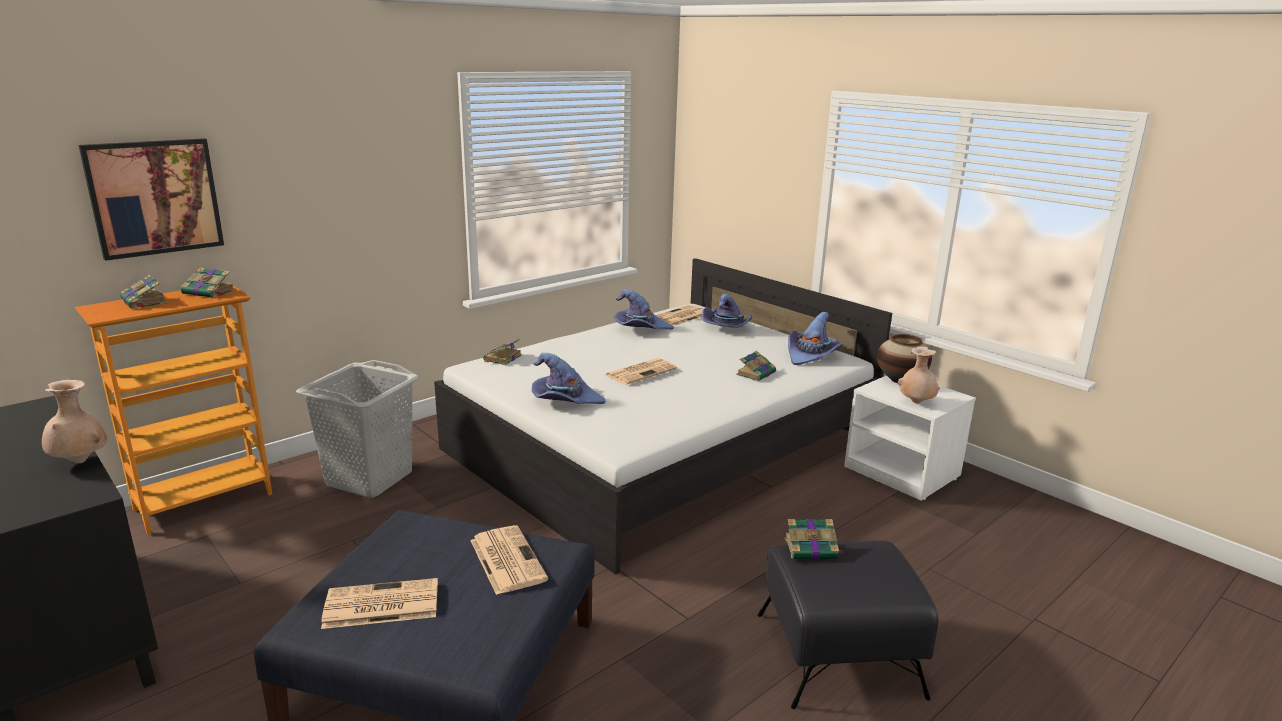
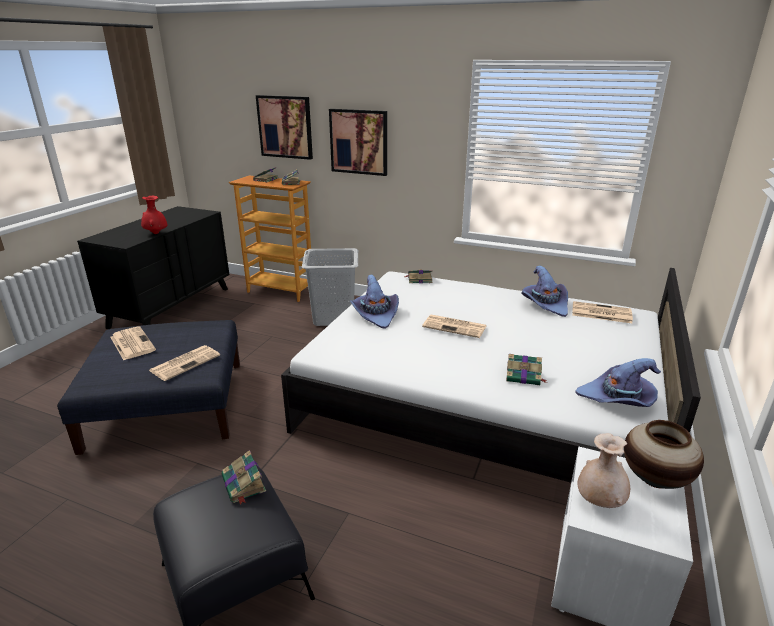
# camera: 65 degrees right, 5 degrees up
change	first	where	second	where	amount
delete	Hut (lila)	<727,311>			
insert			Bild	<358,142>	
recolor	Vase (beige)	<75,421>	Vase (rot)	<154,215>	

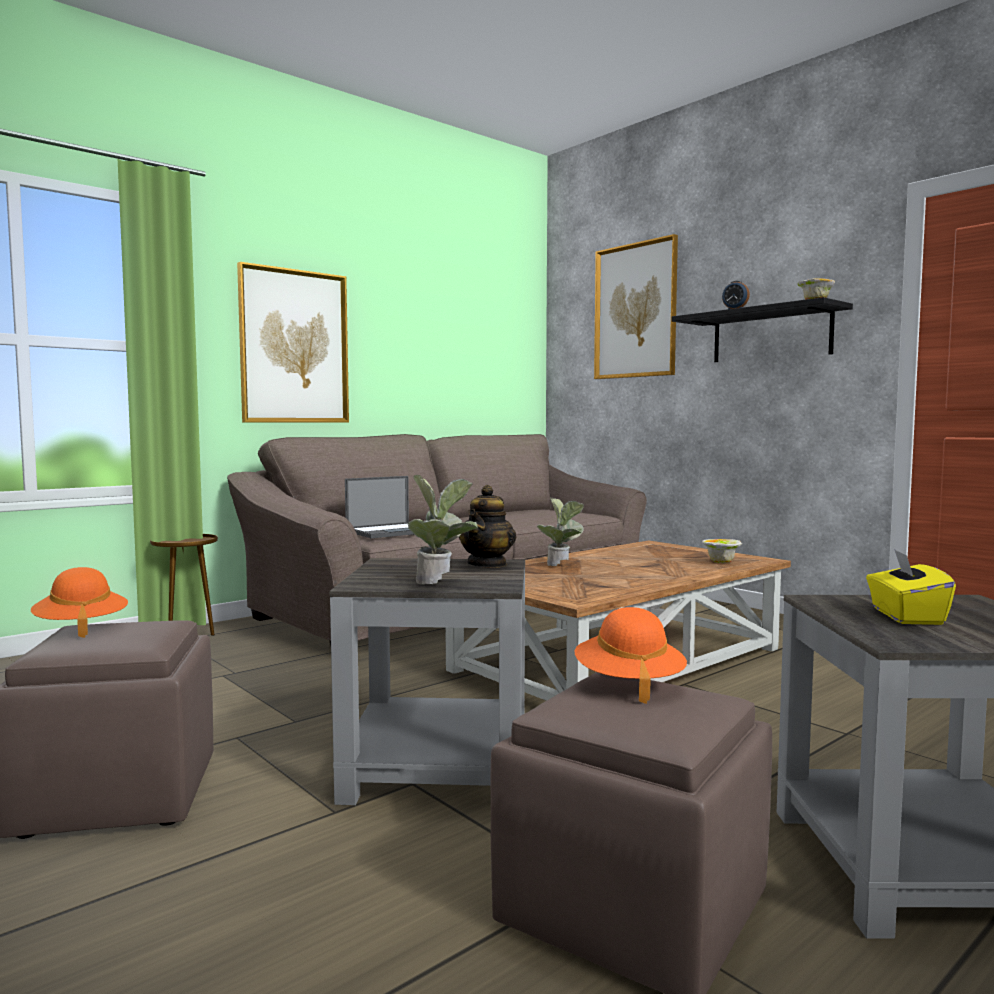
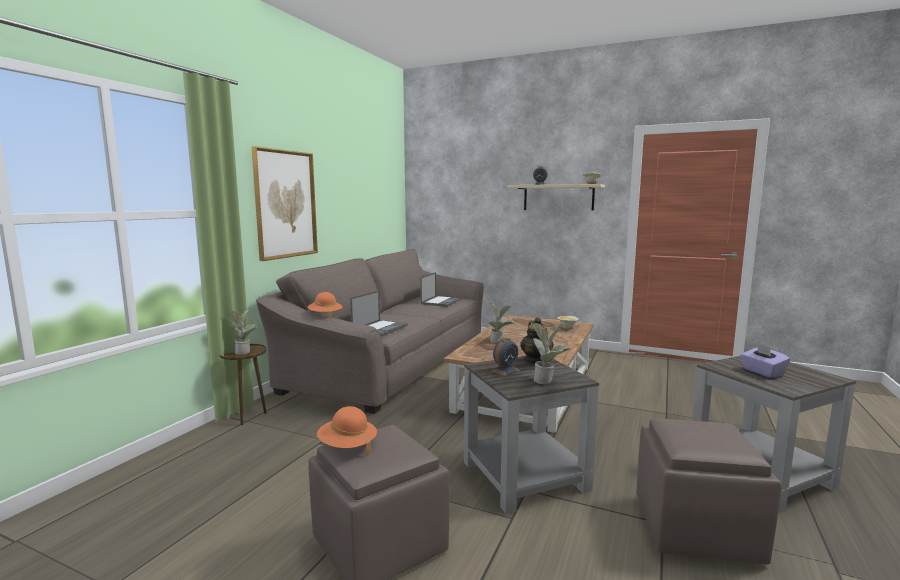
# camera: 25 degrees left, 5 degrees up
change	first	where	second	where	amount
delete	Bild	<636,306>			
insert			Topfpflanze	<242,332>	
insert			Laptop	<440,289>	
insert			Wecker	<505,357>	
move	Hut (orange)	<631,655>		<325,305>	
recolor	Wandregal (schwarz)	<762,329>	Wandregal (beige)	<556,197>	
recolor	Taschentuchbox (gelb)	<911,587>	Taschentuchbox (lila)	<765,360>	

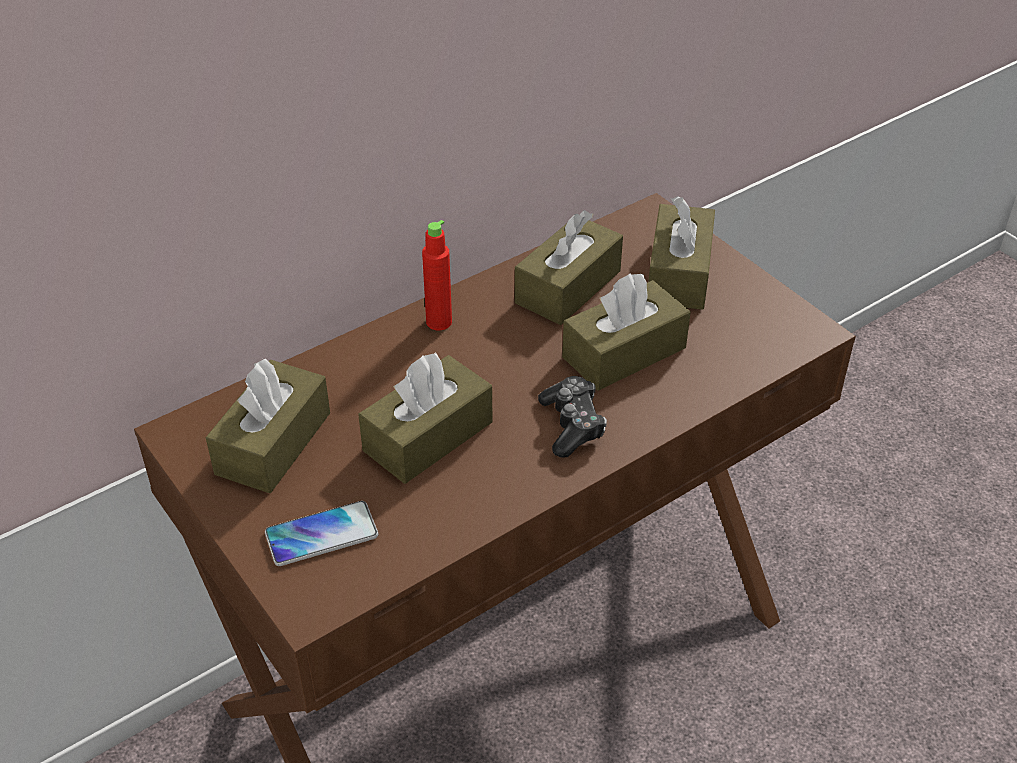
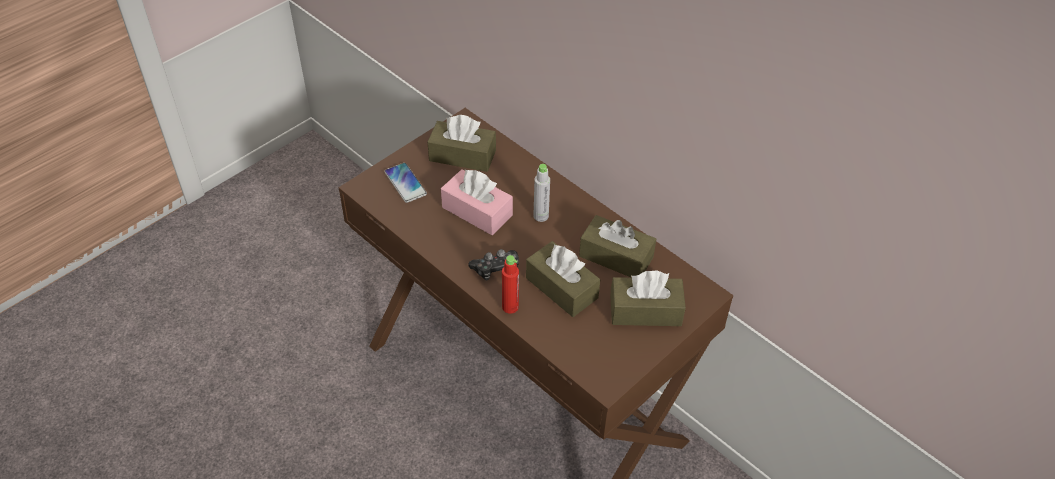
# camera: 80 degrees right, 5 degrees up
change	first	where	second	where	amount
insert			Flasche (grau)	<542,193>	
move	Flasche (rot)	<437,275>		<510,284>	
recolor	Taschentuchbox (braun)	<426,418>	Taschentuchbox (rosa)	<477,202>	

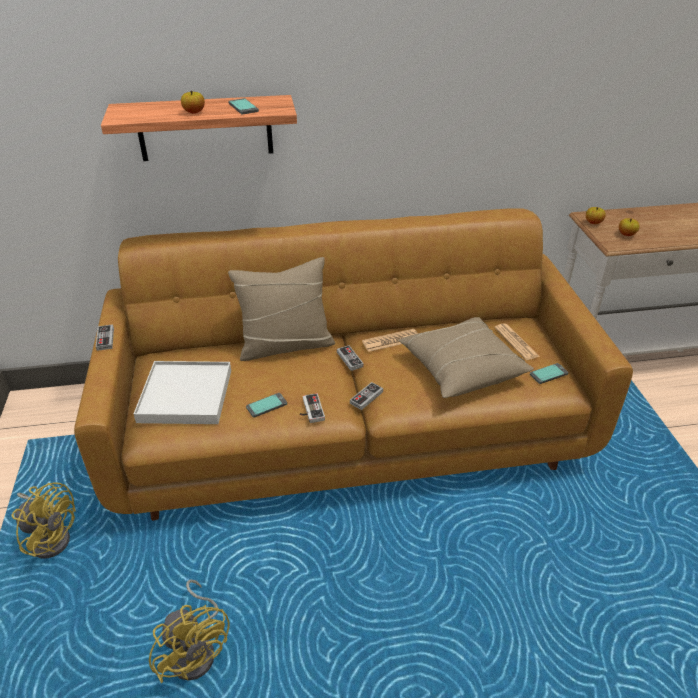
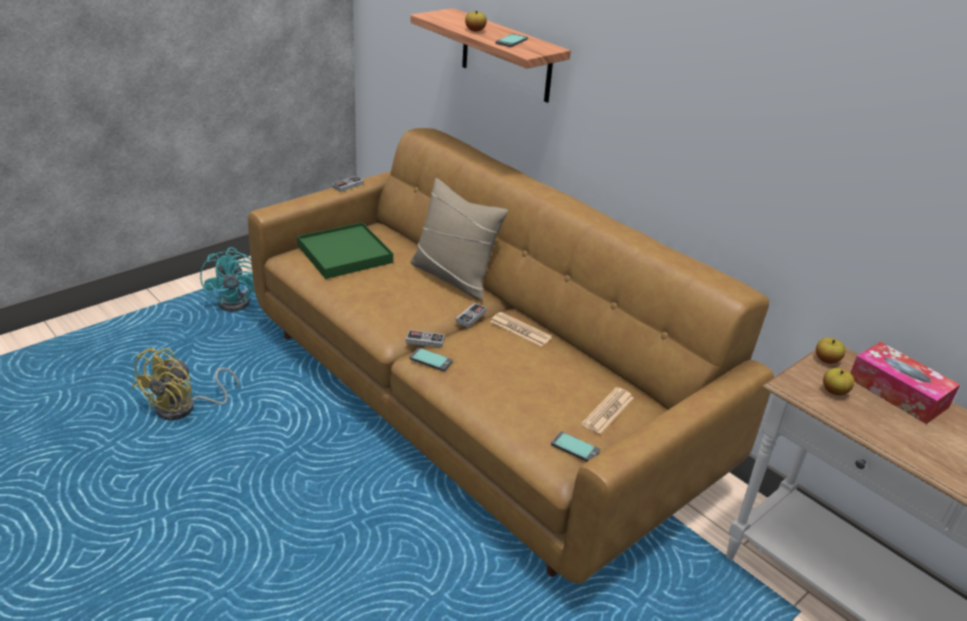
# camera: 55 degrees right, 5 degrees down
change	first	where	second	where	amount
delete	Gamepad	<312,408>			
delete	Kissen (beige)	<466,357>			
insert			Taschentuchbox	<905,383>	
move	Handy	<266,405>		<431,359>	
recolor	Ventilator (gelb)	<44,520>	Ventilator (türkis)	<227,279>	
recolor	Tablett (weiß)	<182,392>	Tablett (grün)	<345,250>	

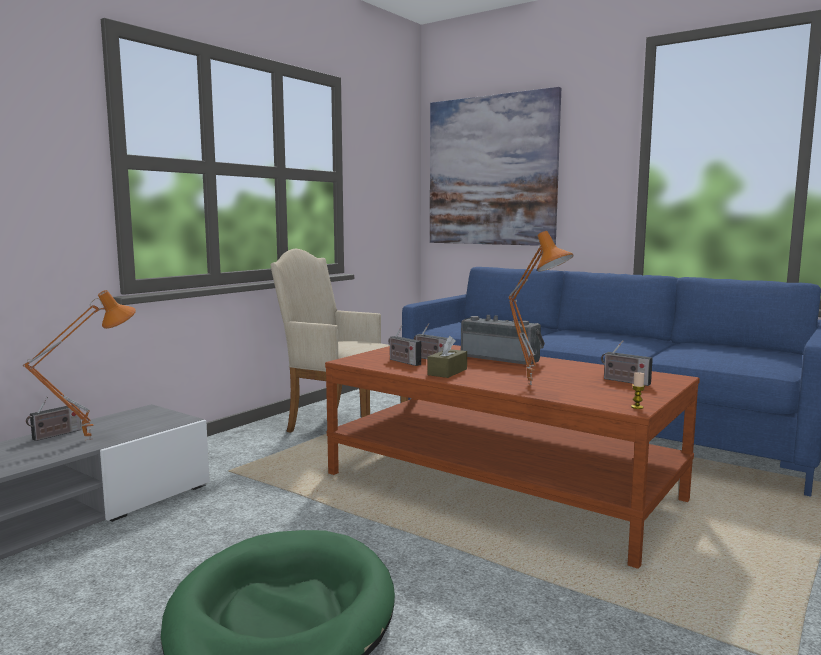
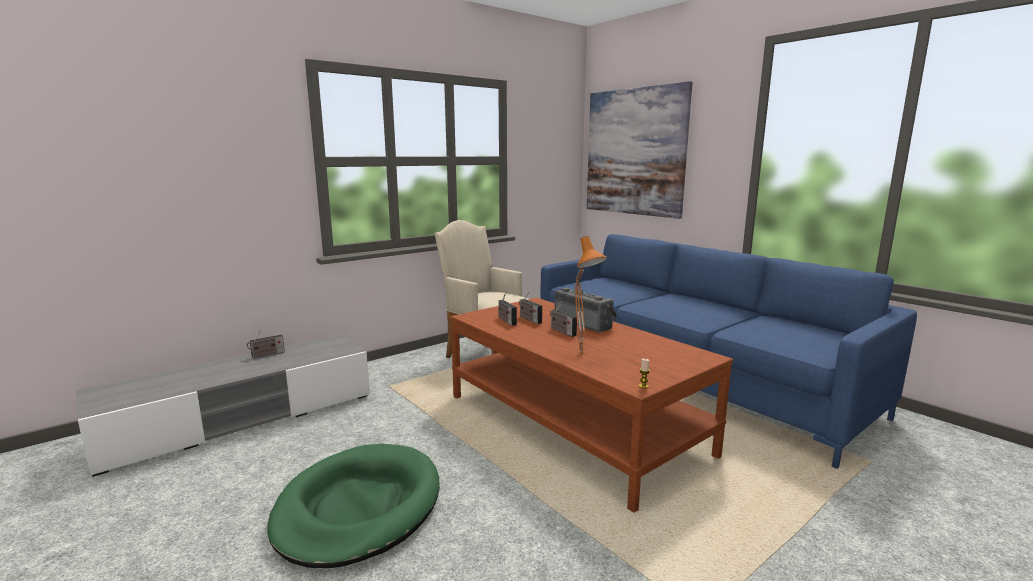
# camera: 15 degrees right, 5 degrees up
change	first	where	second	where	amount
delete	Tischlampe (orange)	<79,365>			
delete	Taschentuchbox (braun)	<447,357>			
move	Radio	<627,363>		<563,319>	

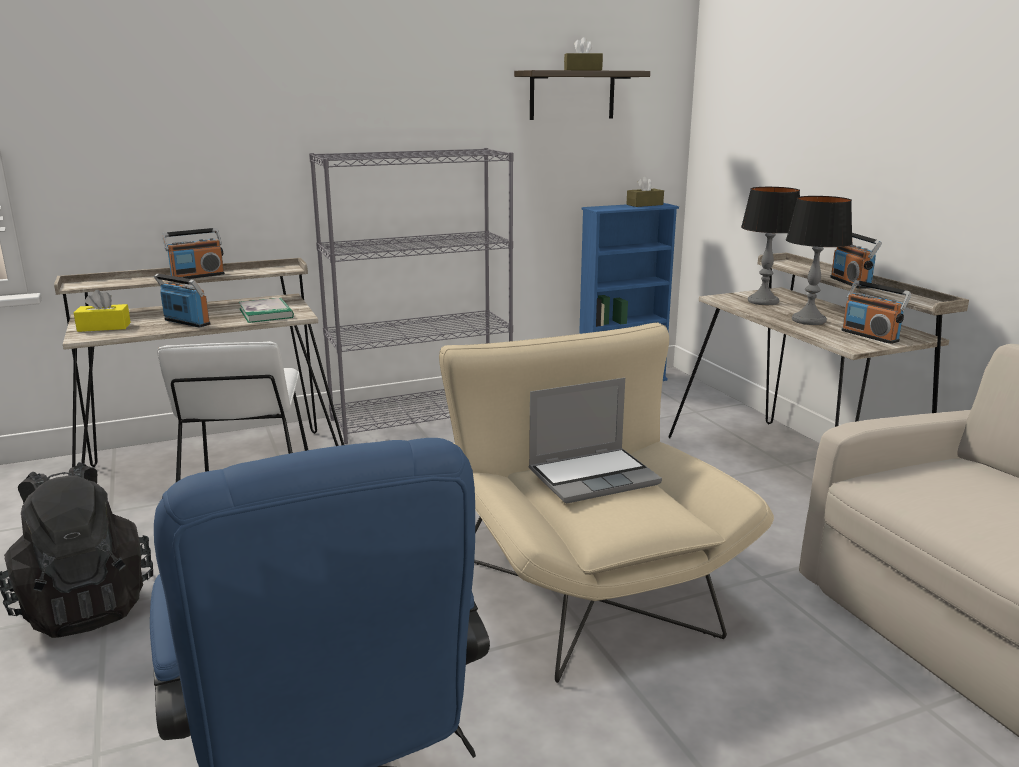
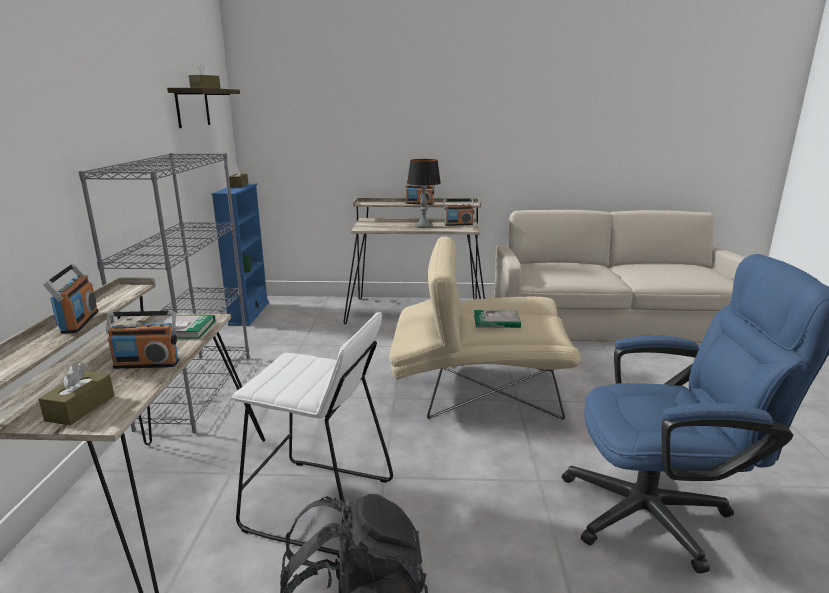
# camera: 65 degrees left, 0 degrees up
change	first	where	second	where	amount
delete	Tischlampe	<770,246>			
replace	Laptop	<595,441>	Buch	<497,319>	
recolor	Taschentuchbox (gelb)	<102,311>	Taschentuchbox (braun)	<76,394>	
rotate	Radio	<182,301>		<142,340>	150 degrees counterclockwise

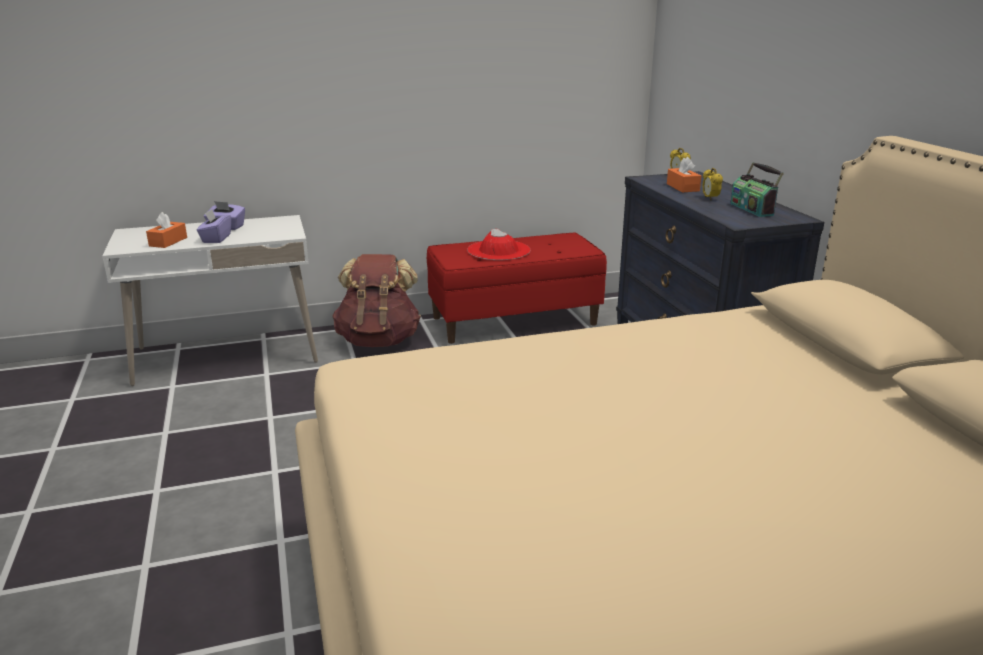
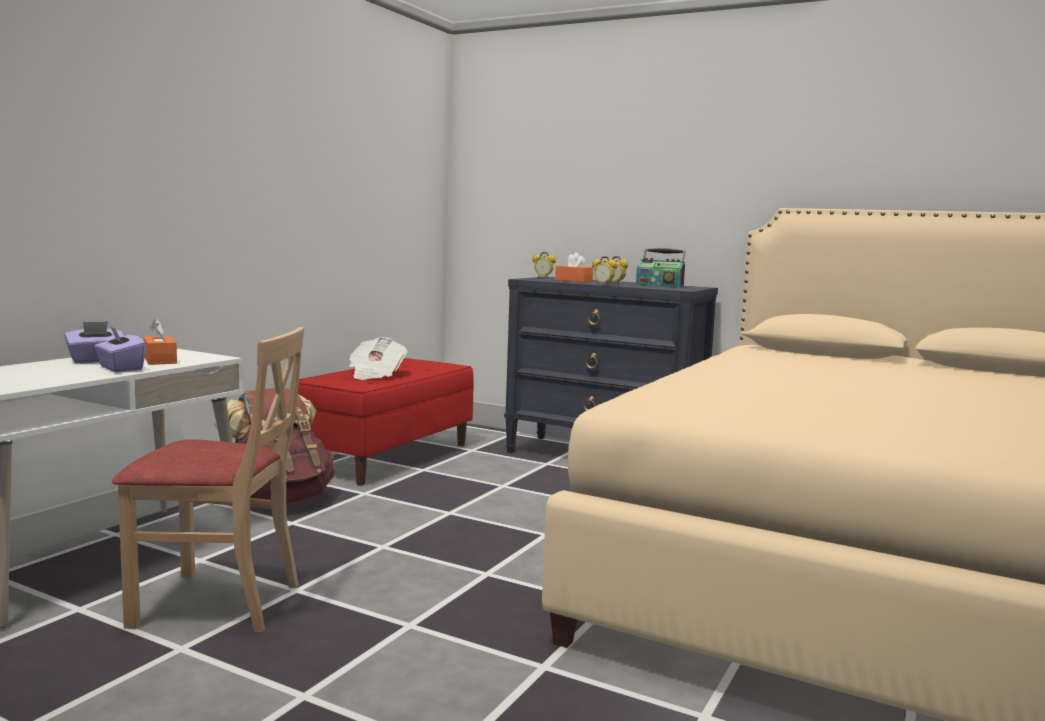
# camera: 45 degrees left, 15 degrees down
change	first	where	second	where	amount
insert			Stuhl (beige)	<208,479>	
insert			Wecker	<604,270>	
move	Taschentuchbox (orange)	<166,230>		<160,342>	
replace	Hut (rot)	<499,244>	Zeitung	<378,358>	

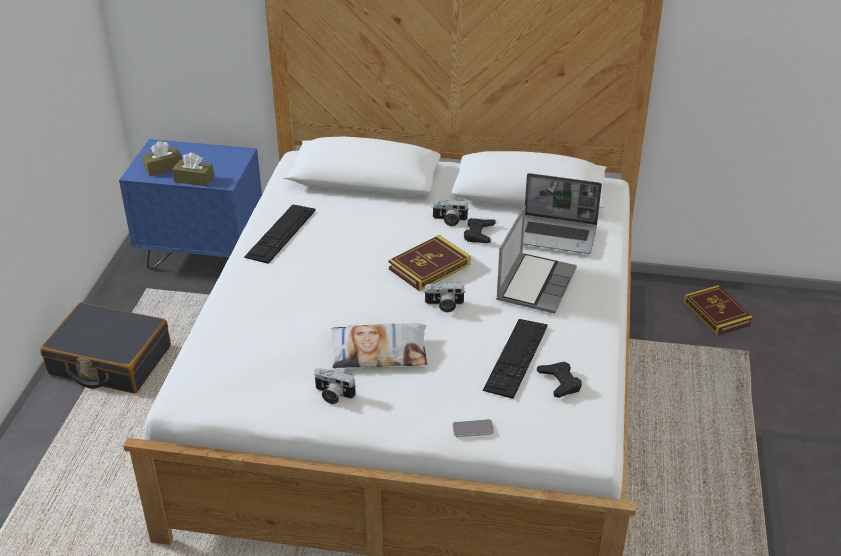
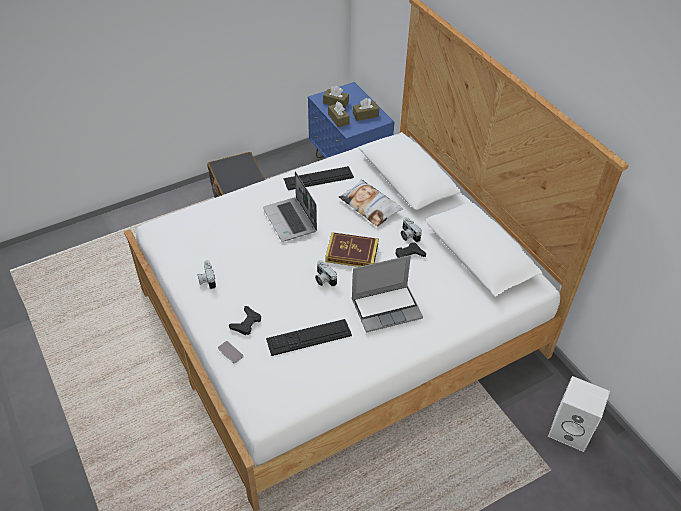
# camera: 50 degrees right, 10 degrees up
change	first	where	second	where	amount
insert			Taschentuchbox (braun)	<366,109>	
move	Kissen	<379,345>		<371,203>	
move	Laptop	<562,213>		<290,206>	
move	Gamepad (schwarz)	<559,380>		<245,320>	
replace	Buch	<718,310>	Lautsprecher (weiß)	<579,414>	

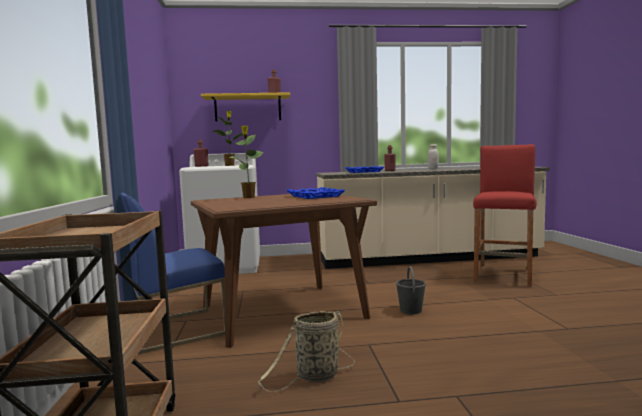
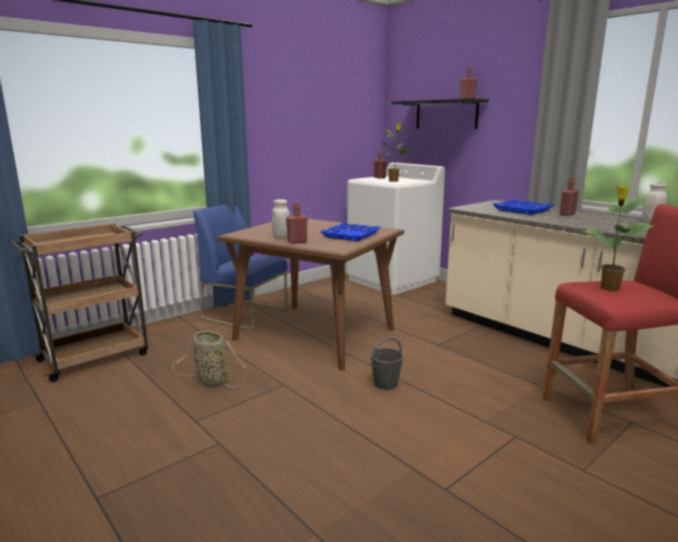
# camera: 55 degrees right, 10 degrees up
change	first	where	second	where	amount
insert			Vorratsglas (weiß)	<281,219>	
insert			Flasche (rot)	<297,223>	
move	Topfpflanze	<246,162>		<618,238>	
recolor	Wandregal (gelb)	<245,107>	Wandregal (schwarz)	<440,114>	

